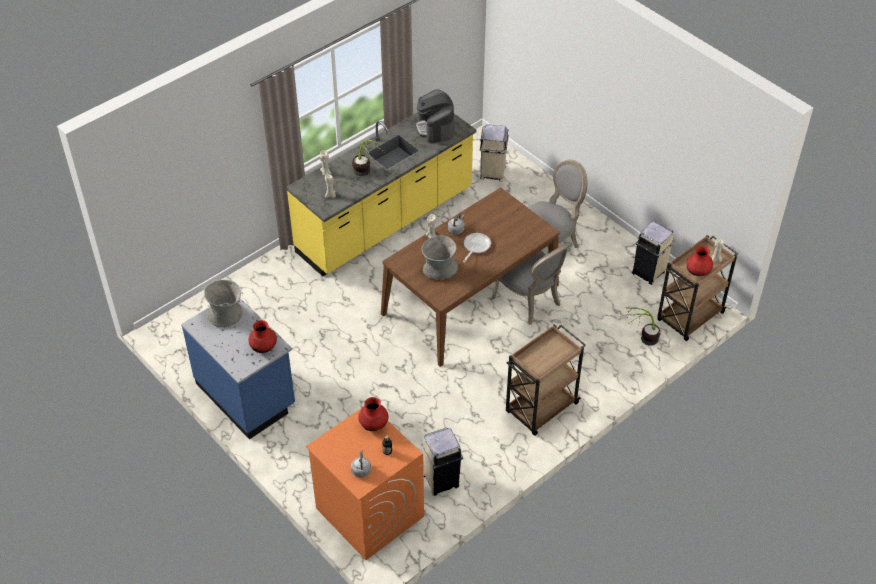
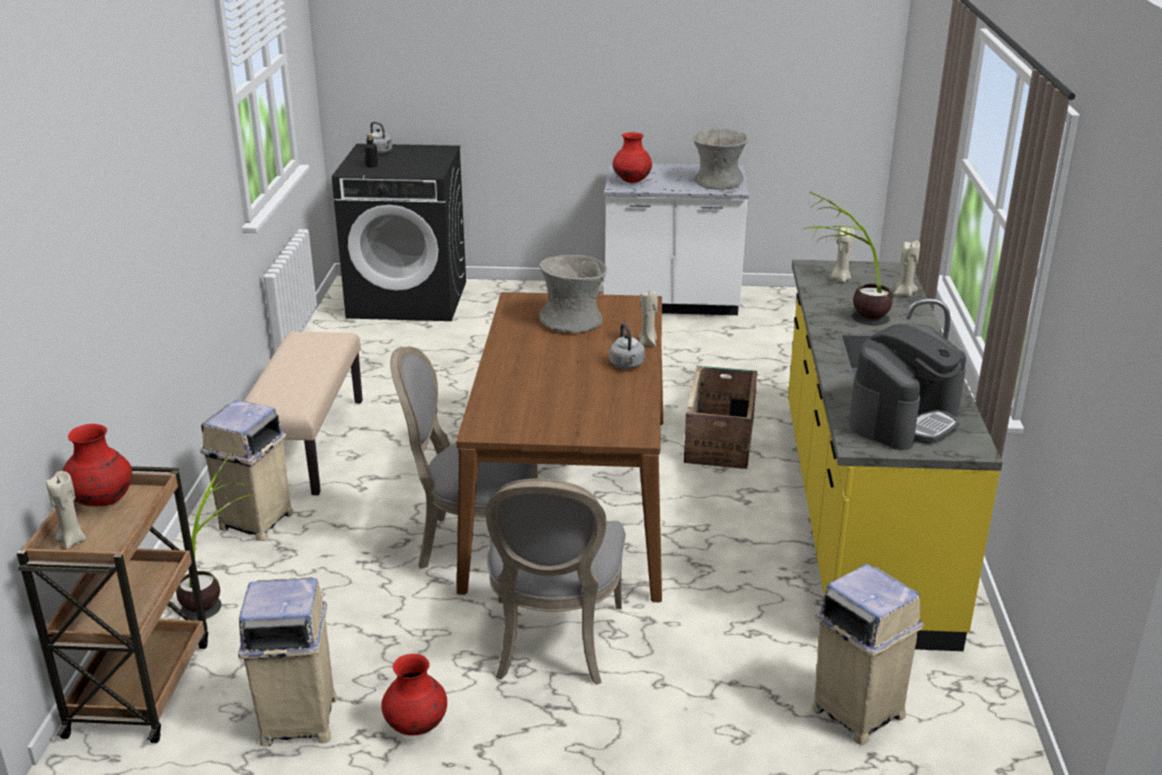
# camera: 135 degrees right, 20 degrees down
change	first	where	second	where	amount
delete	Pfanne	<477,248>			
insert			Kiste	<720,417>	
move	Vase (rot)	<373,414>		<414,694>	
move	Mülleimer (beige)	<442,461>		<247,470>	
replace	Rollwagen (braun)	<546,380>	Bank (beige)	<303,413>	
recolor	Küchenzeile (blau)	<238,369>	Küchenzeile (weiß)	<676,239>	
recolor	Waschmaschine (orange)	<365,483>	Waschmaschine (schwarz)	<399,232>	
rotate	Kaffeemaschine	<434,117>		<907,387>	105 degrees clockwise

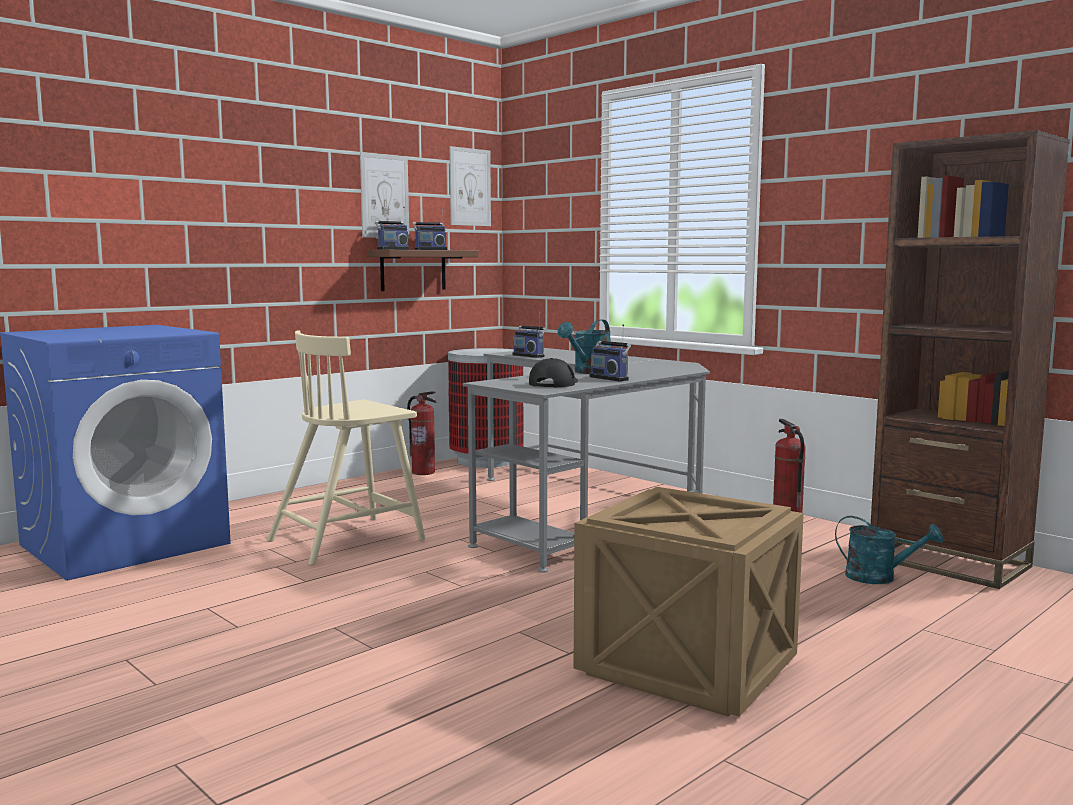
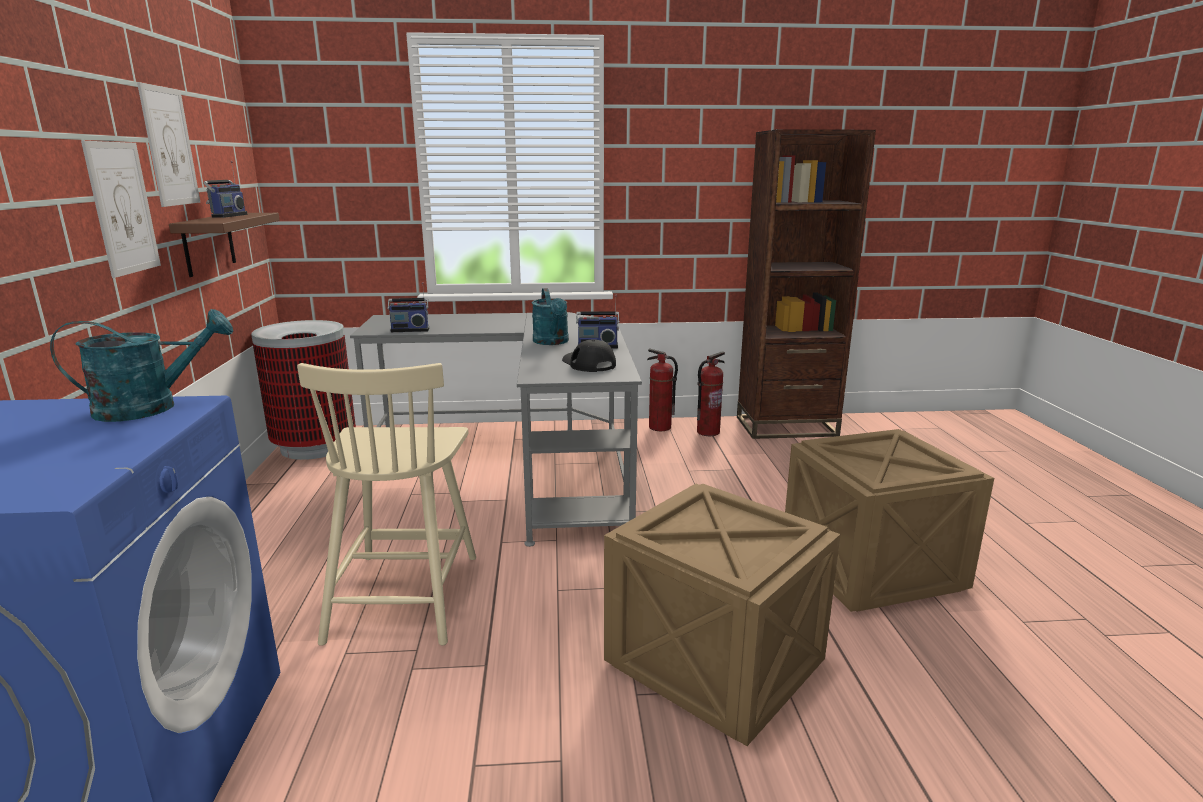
# camera: 50 degrees left, 10 degrees up
change	first	where	second	where	amount
delete	Radio	<392,228>			
insert			Kiste	<722,614>	
move	Feuerlöscher	<422,433>		<711,393>	
move	Bild	<470,186>		<121,209>	
move	Gießkanne (türkis)	<889,550>		<141,365>	

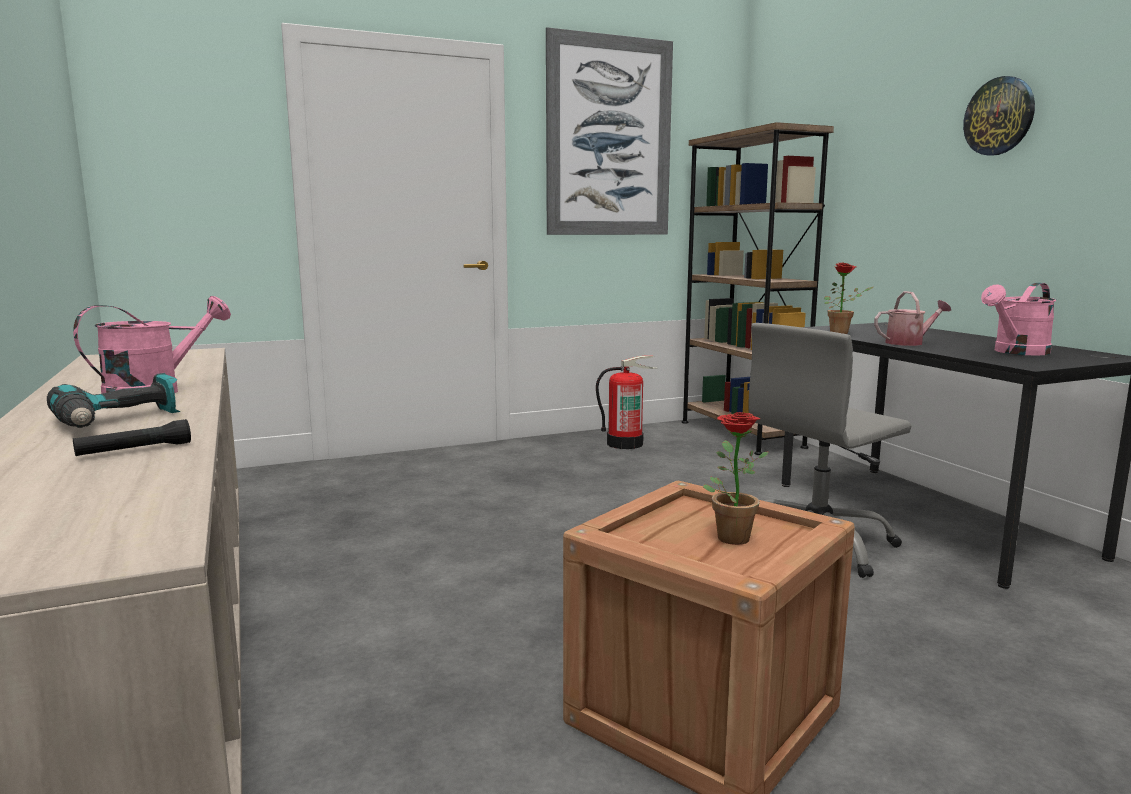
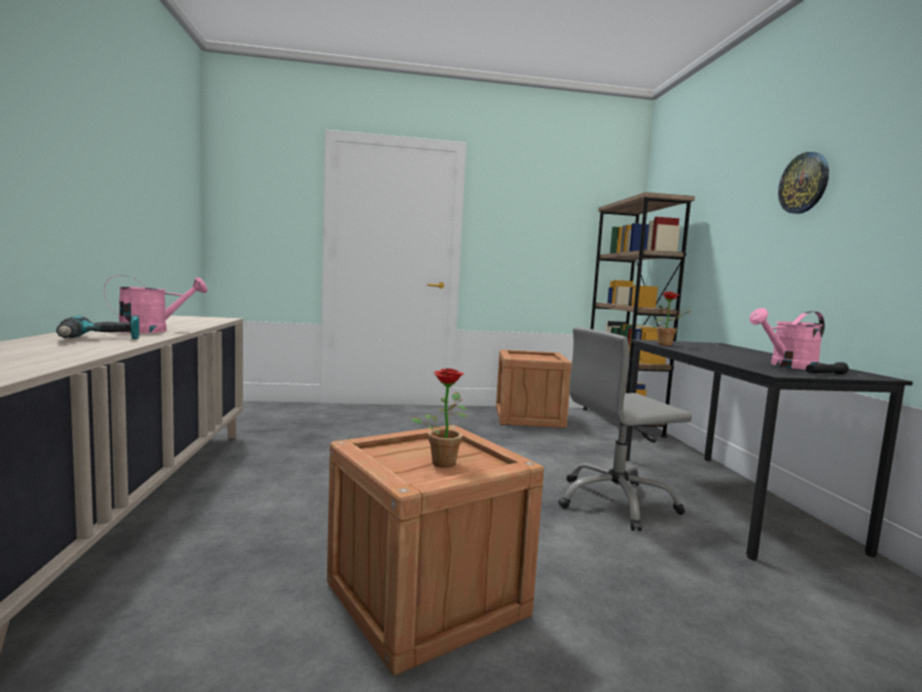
# camera: 15 degrees right, 5 degrees down
change	first	where	second	where	amount
delete	Bild	<609,131>			
delete	Gießkanne	<912,318>			
move	Taschenlampe (schwarz)	<132,437>		<827,368>	
replace	Feuerlöscher	<626,402>	Kiste	<534,389>	

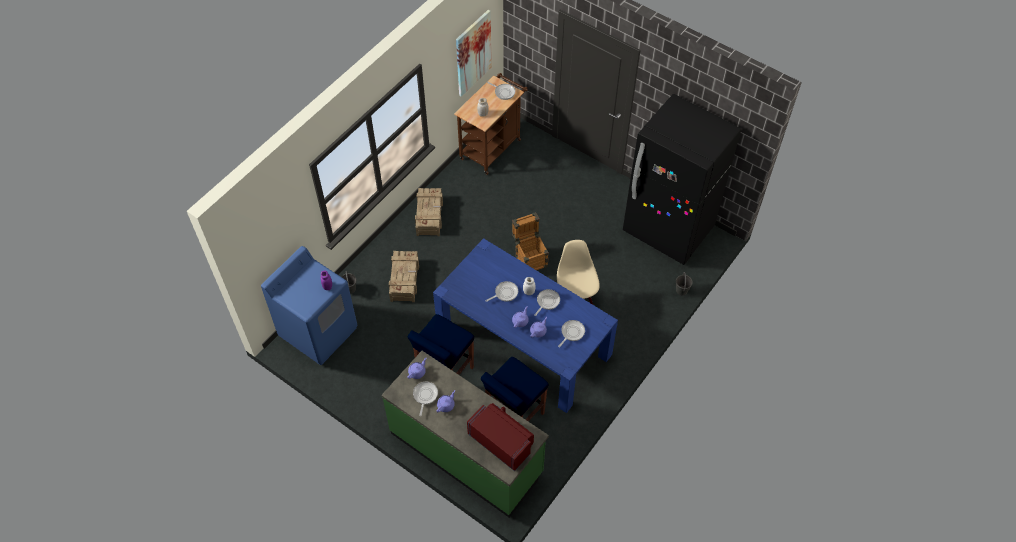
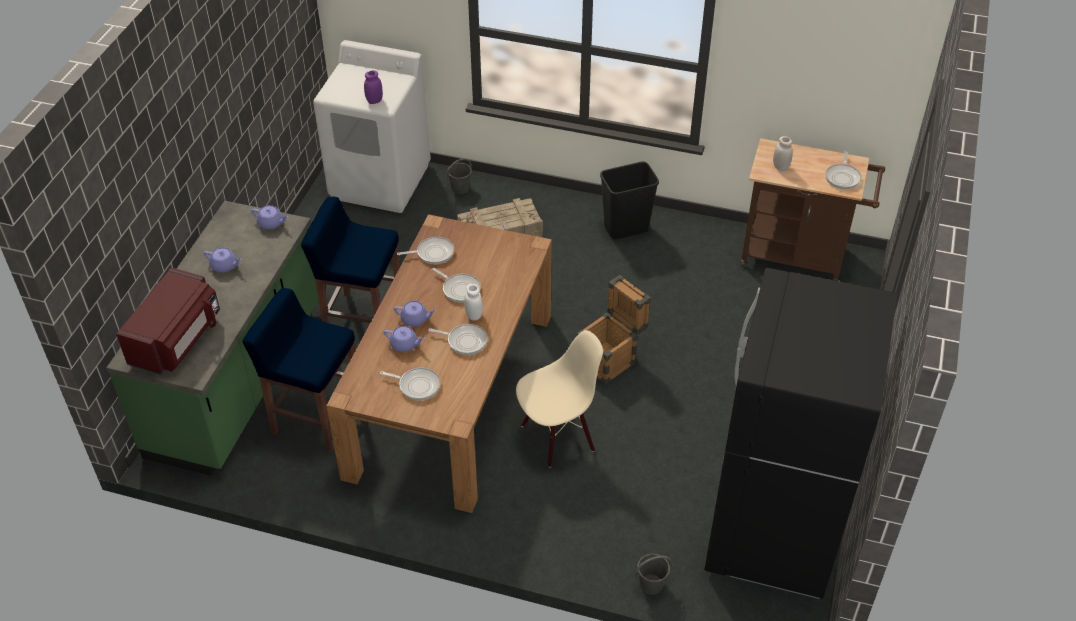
# camera: 70 degrees right, 10 degrees down
change	first	where	second	where	amount
delete	Bild	<474,53>			
move	Pfanne	<425,398>		<425,250>	
replace	Kiste	<429,212>	Mülleimer (schwarz)	<629,200>	
recolor	Waschmaschine (blau)	<309,305>	Waschmaschine (weiß)	<372,126>	
recolor	Esstisch (blau)	<525,325>	Esstisch (braun)	<439,363>	

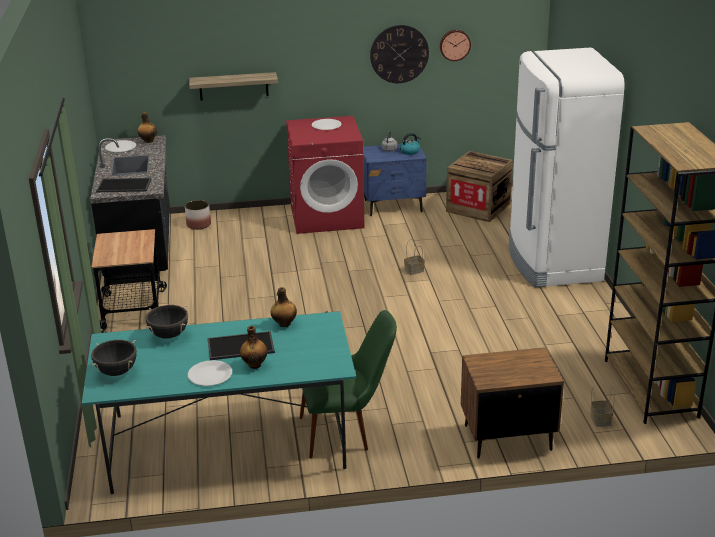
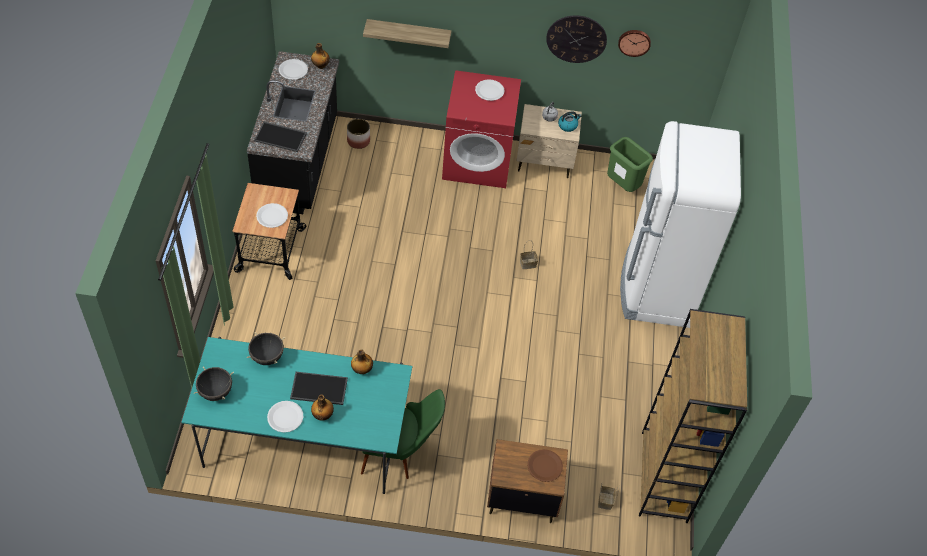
# camera: 10 degrees right, 25 degrees up
change	first	where	second	where	amount
insert			Teller (weiß)	<272,215>	
insert			Teller (braun)	<545,465>	
replace	Kiste	<479,186>	Mülleimer (grün)	<630,164>	
recolor	Nachttisch (blau)	<395,180>	Nachttisch (beige)	<549,141>	

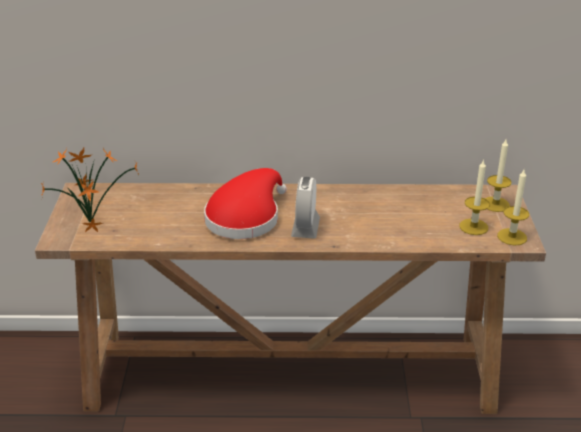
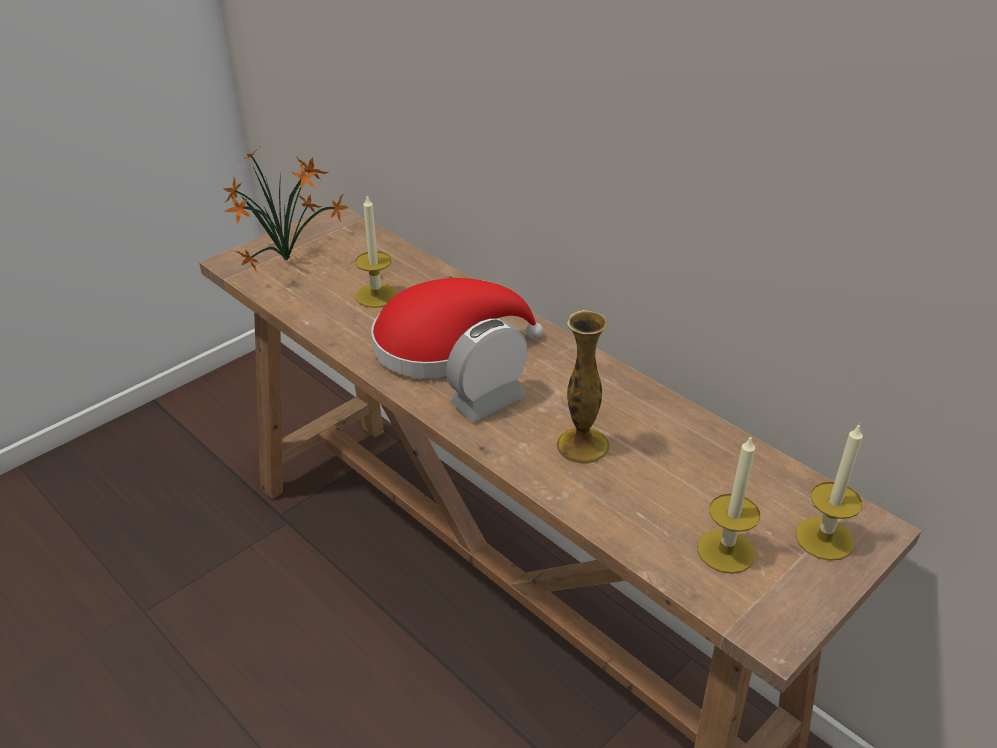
# camera: 45 degrees right, 5 degrees up
change	first	where	second	where	amount
insert			Vase	<583,387>	
move	Kerze	<513,208>		<376,251>	

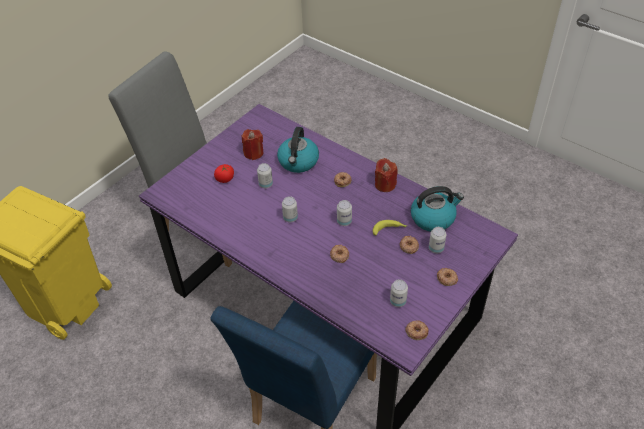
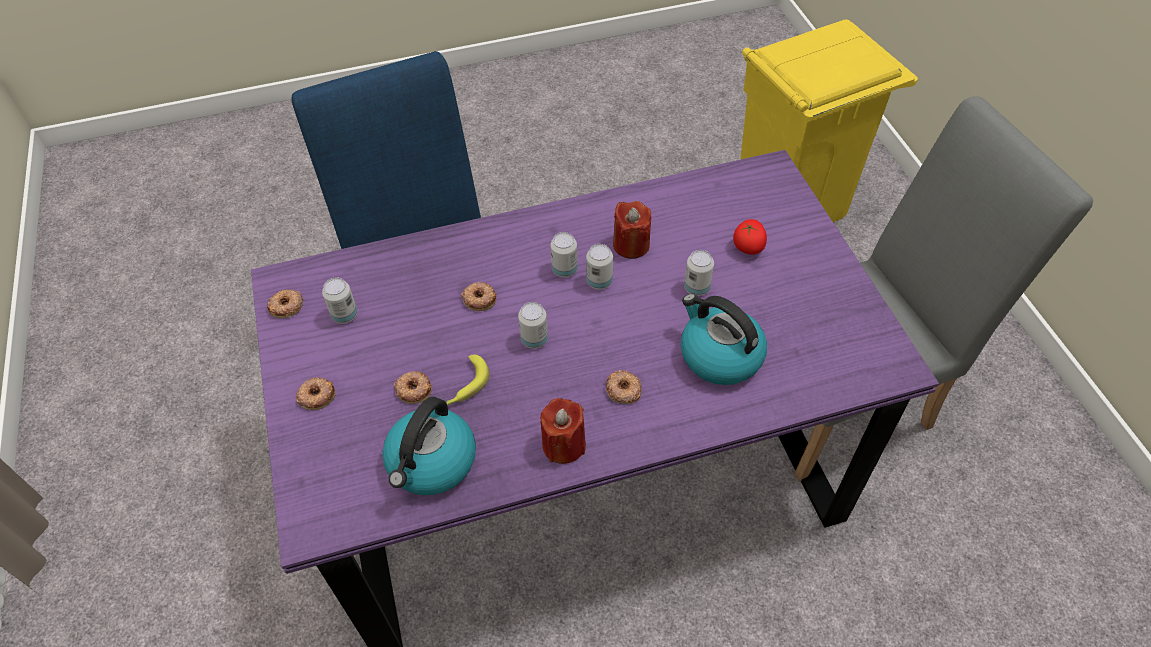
# camera: 125 degrees right, 5 degrees up
change	first	where	second	where	amount
move	Kerze (rot)	<252,144>		<632,230>	
move	Dose	<437,240>		<564,255>	

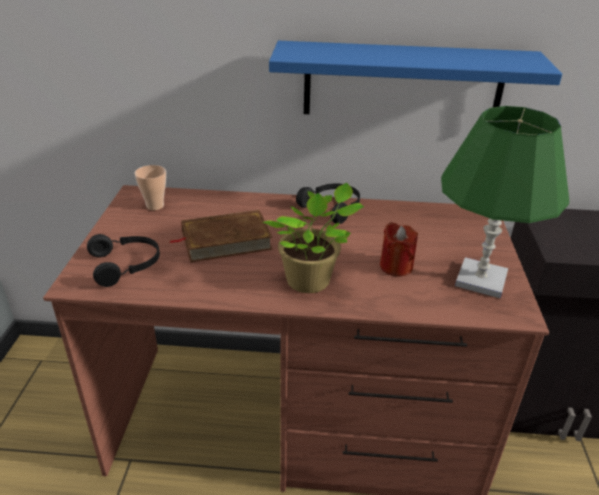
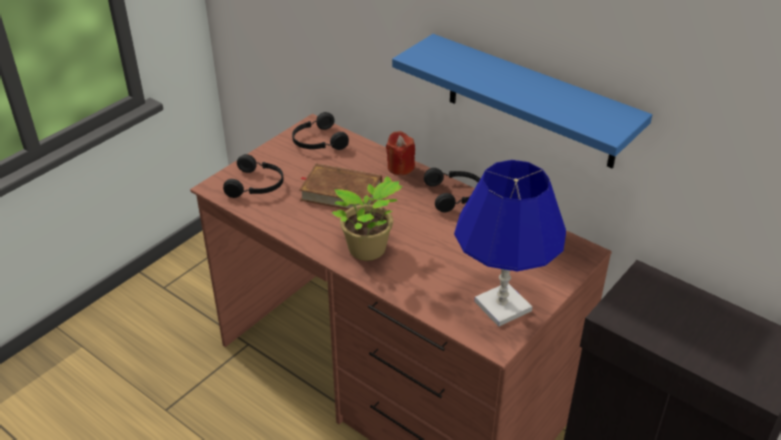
# camera: 35 degrees right, 5 degrees up
change	first	where	second	where	amount
move	Kerze (rot)	<399,249>		<400,153>	
replace	Tasse	<150,187>	Kopfhörer (schwarz)	<320,131>	
recolor	Tischlampe (grün)	<505,202>	Tischlampe (blau)	<510,243>	

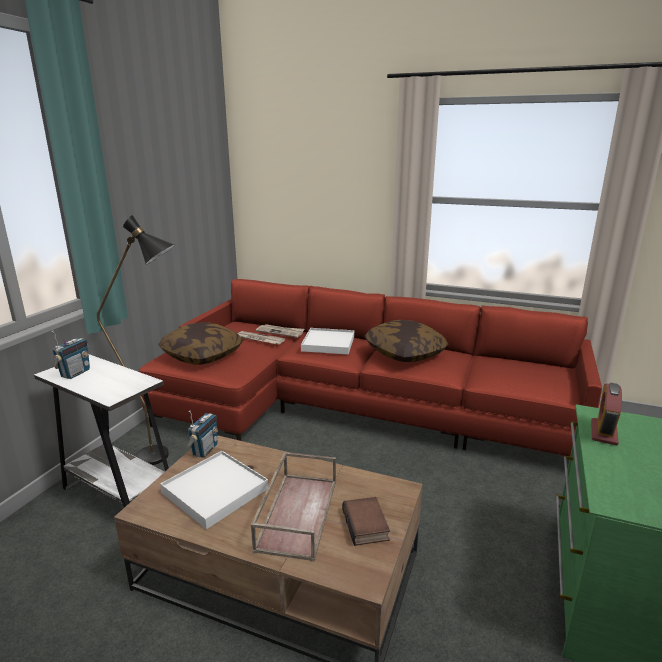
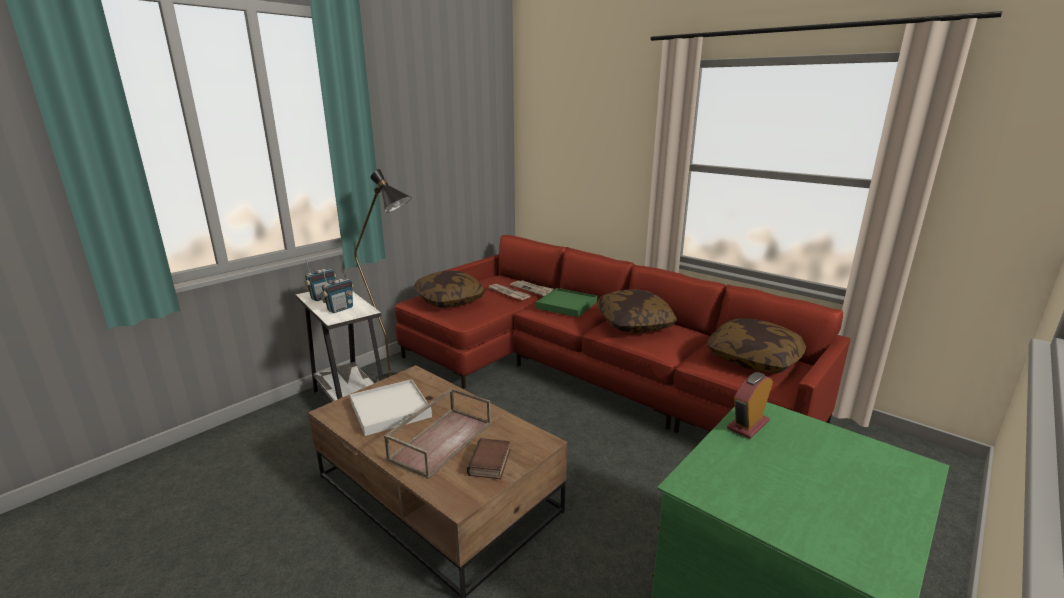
# camera: 20 degrees right, 0 degrees up
change	first	where	second	where	amount
insert			Kissen	<756,345>	
move	Radio	<202,434>		<337,291>	
recolor	Tablett (weiß)	<327,341>	Tablett (grün)	<566,302>	

